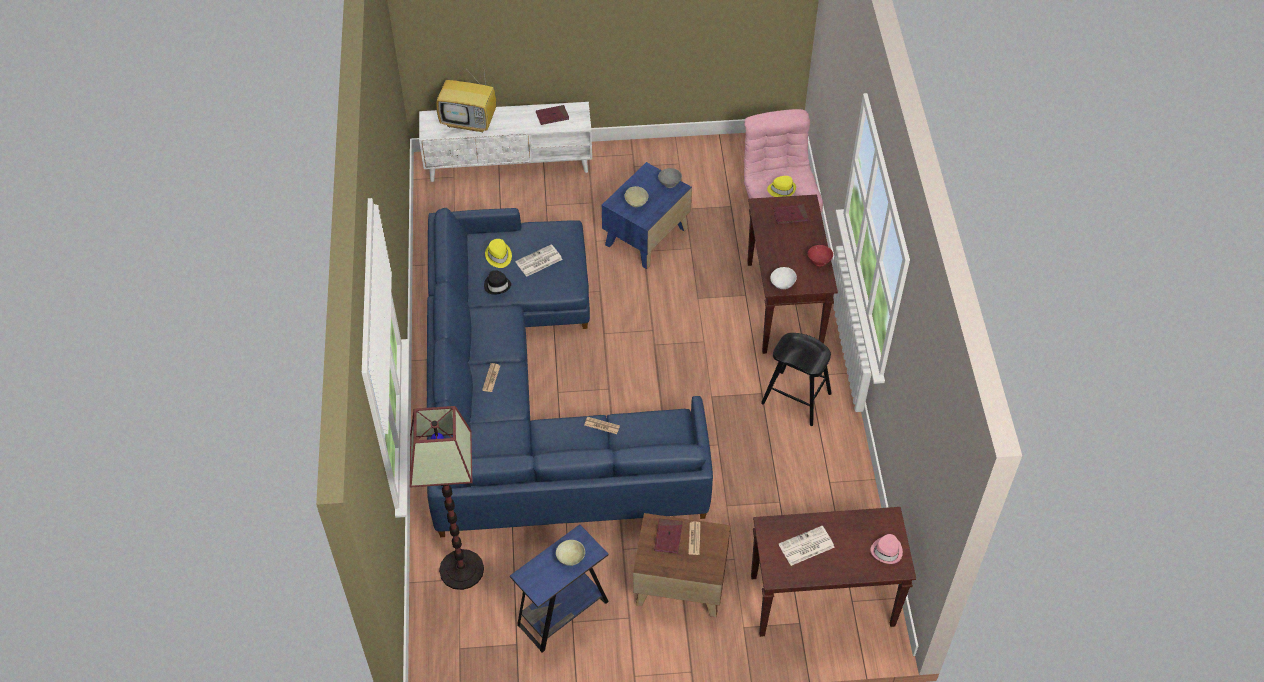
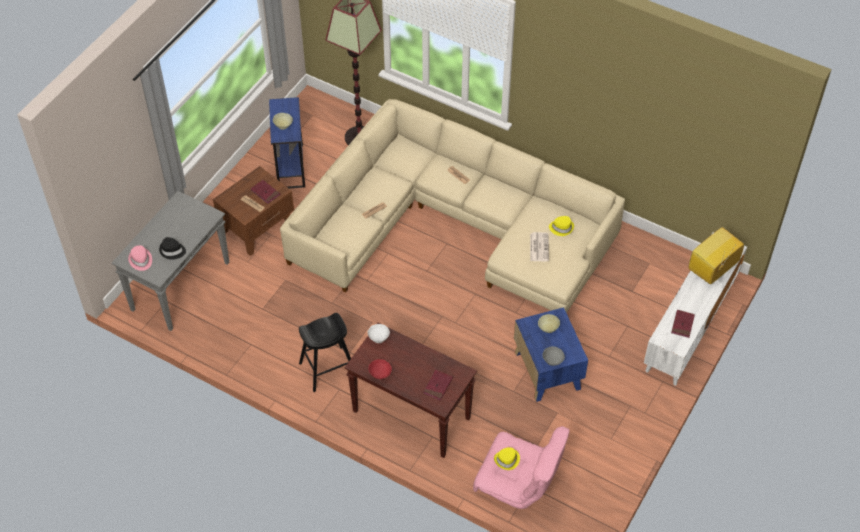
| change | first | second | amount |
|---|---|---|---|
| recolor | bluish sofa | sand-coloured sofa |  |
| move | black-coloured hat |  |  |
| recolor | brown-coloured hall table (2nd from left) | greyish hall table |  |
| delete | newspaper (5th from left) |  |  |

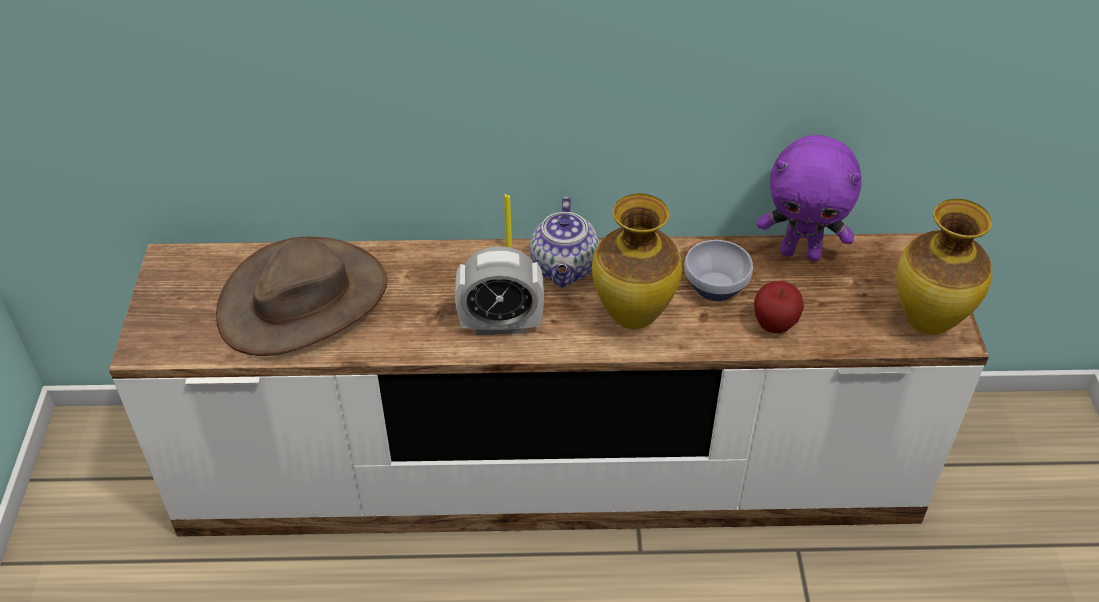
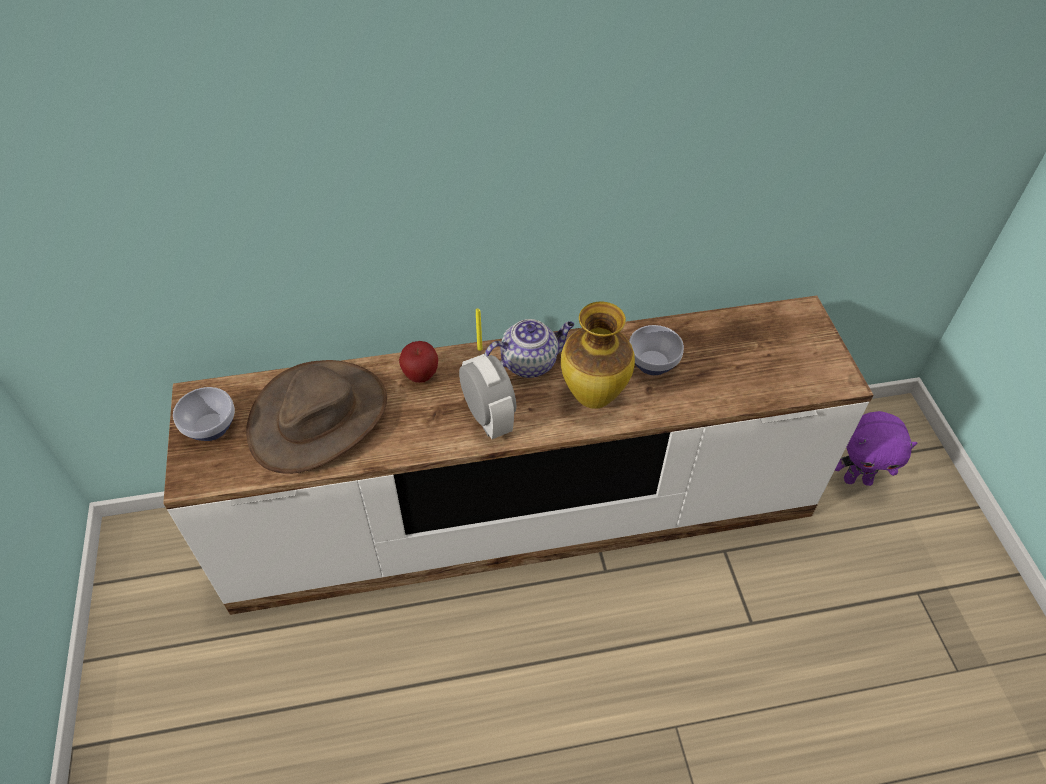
| change | first | second | amount |
|---|---|---|---|
| rotate | table clock |  | 105 degrees counterclockwise |
| rotate | teapot |  | 105 degrees counterclockwise |
| move | apple |  |  |
| move | purple-coloured plush toy |  |  |
| delete | decorative vase (2nd from left) |  |  |
| insert |  | bowl (1st from left) |  |

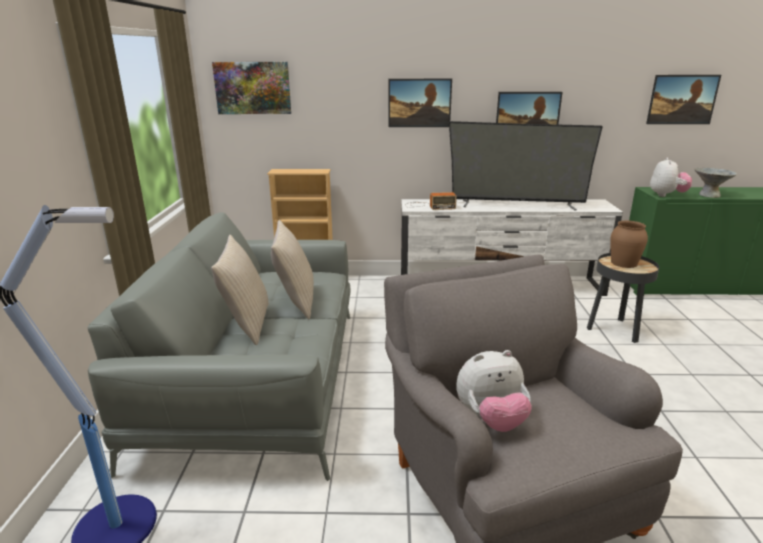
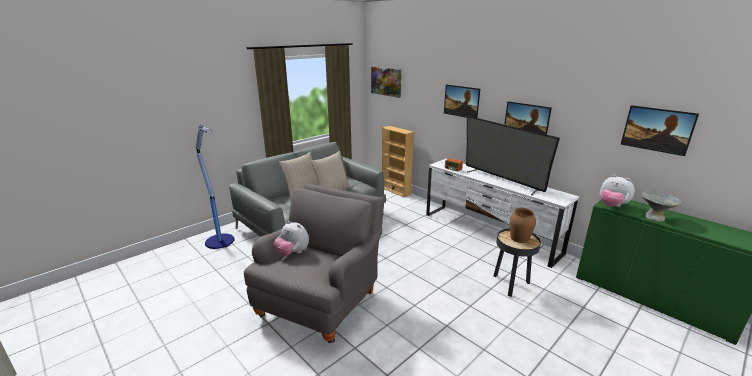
| change | first | second | amount |
|---|---|---|---|
| rotate | plush toy (2nd from left) |  | 75 degrees clockwise |

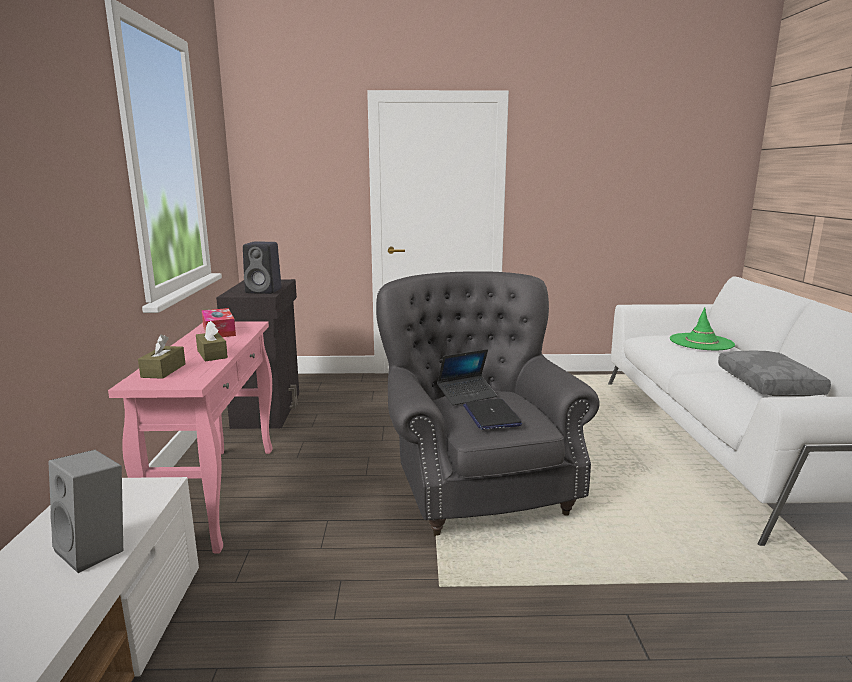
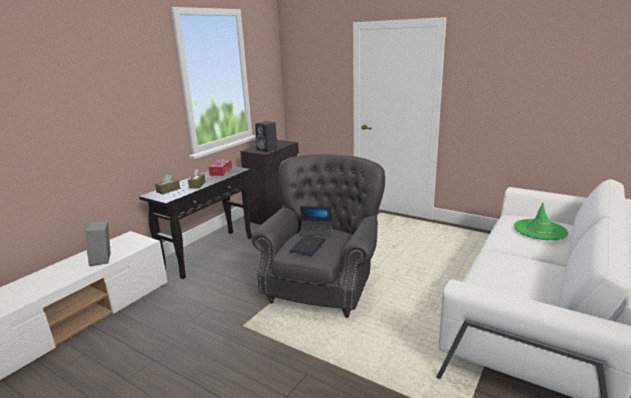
| change | first | second | amount |
|---|---|---|---|
| recolor | pink hall table | black-coloured hall table |  |
| delete | greyish cushion |  |  |

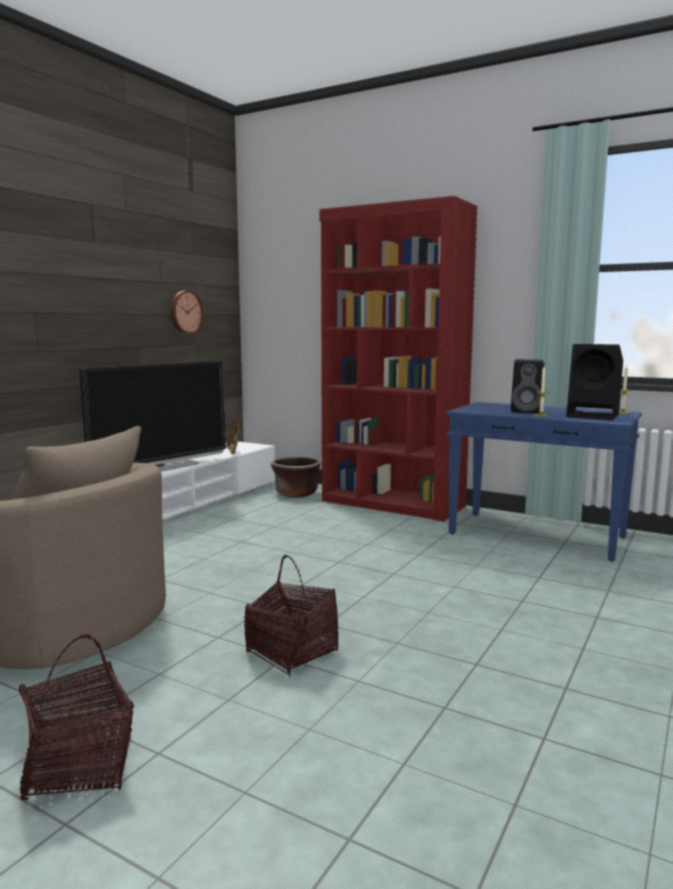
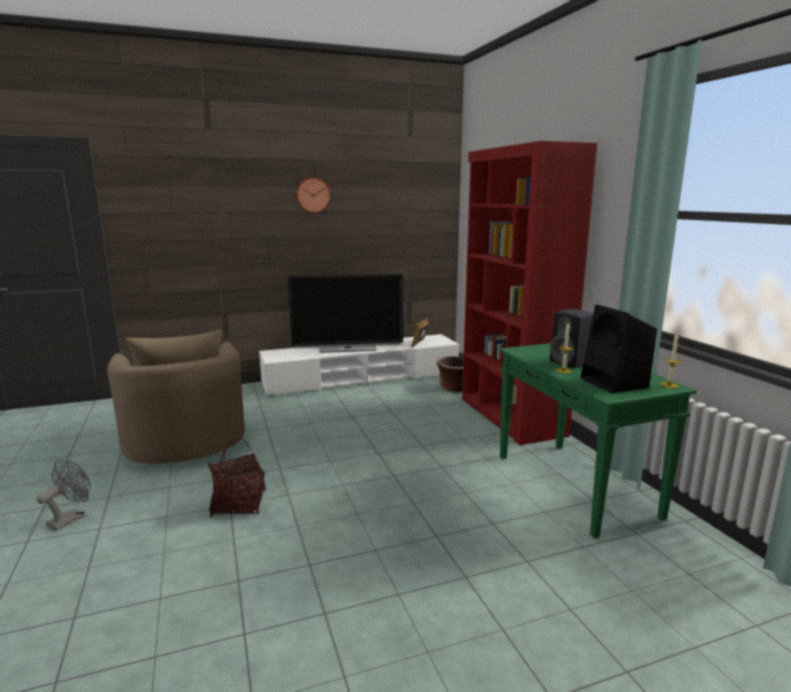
| change | first | second | amount |
|---|---|---|---|
| replace | storage basket (1st from left) | greyish fan |  |
| move | clock on the wall |  |  |
| recolor | bluish hall table | greenish hall table |  |

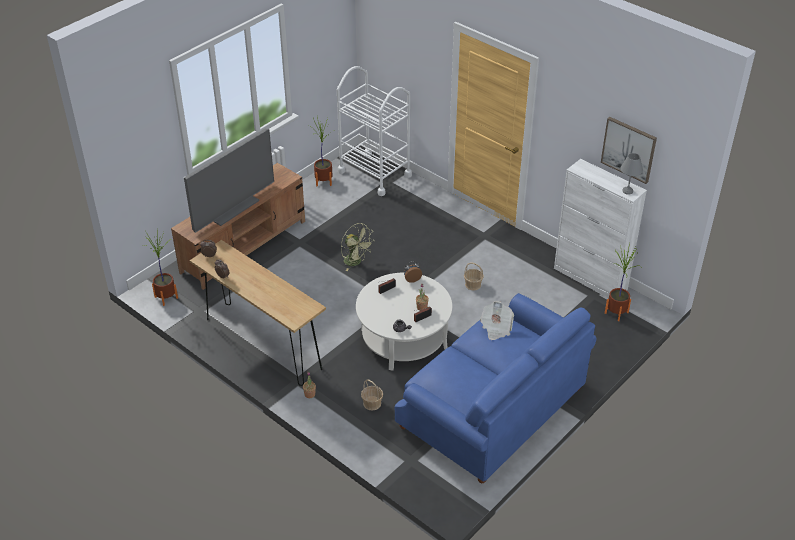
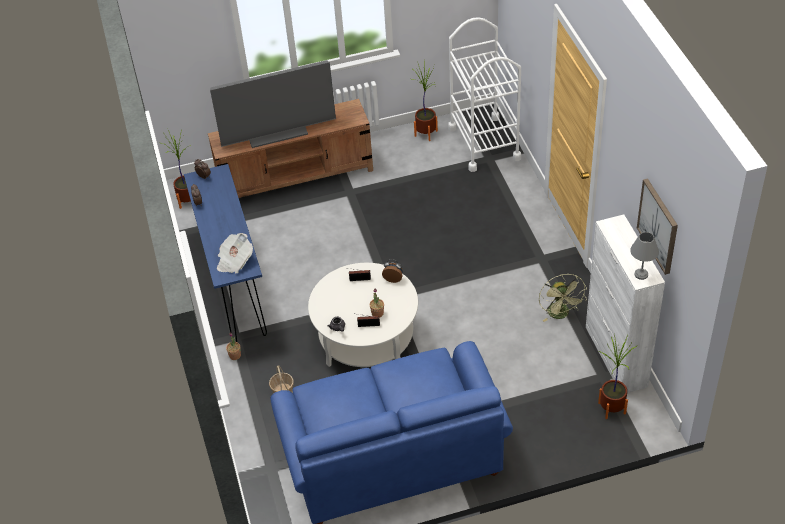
| change | first | second | amount |
|---|---|---|---|
| recolor | brown-coloured hall table | bluish hall table |  |
| move | greenish fan |  |  |
| delete | storage basket (2nd from left) |  |  |
| move | newspaper |  |  |

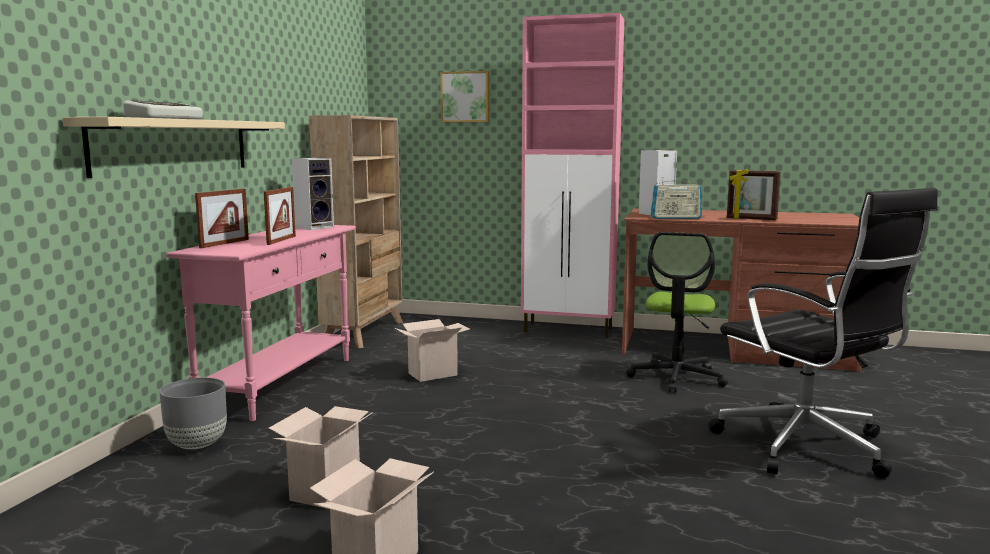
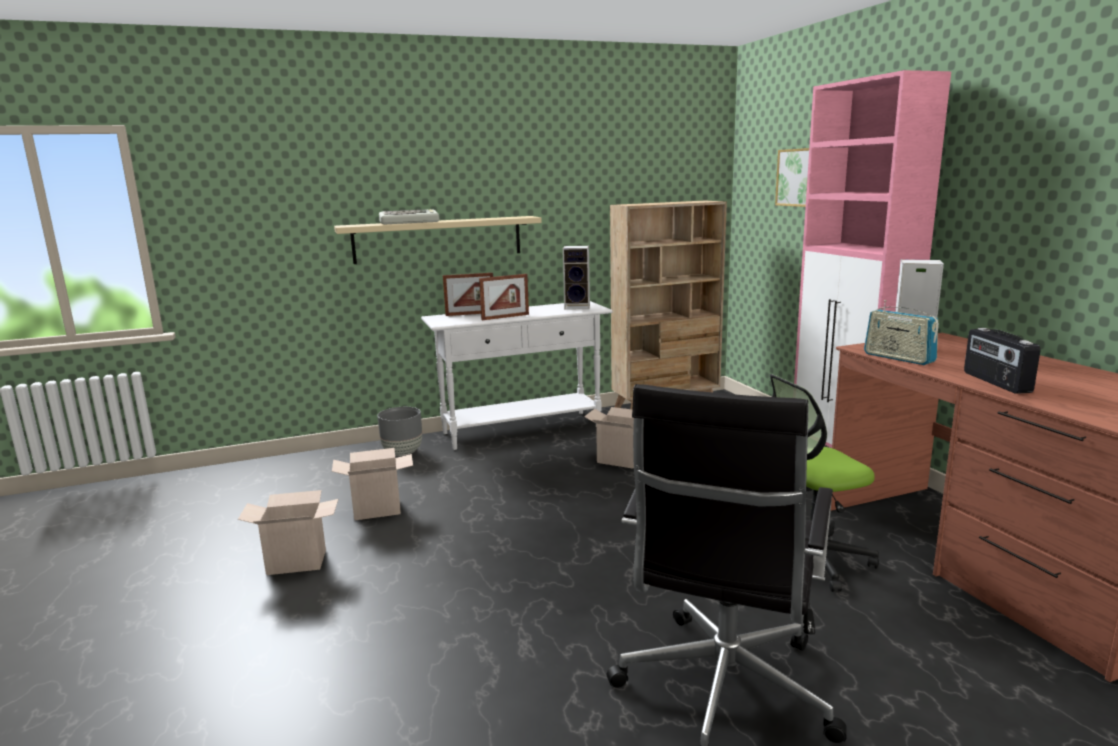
| change | first | second | amount |
|---|---|---|---|
| recolor | pink hall table | white hall table |  |
| replace | picture frame (3rd from left) | radio set (2nd from left) |  |

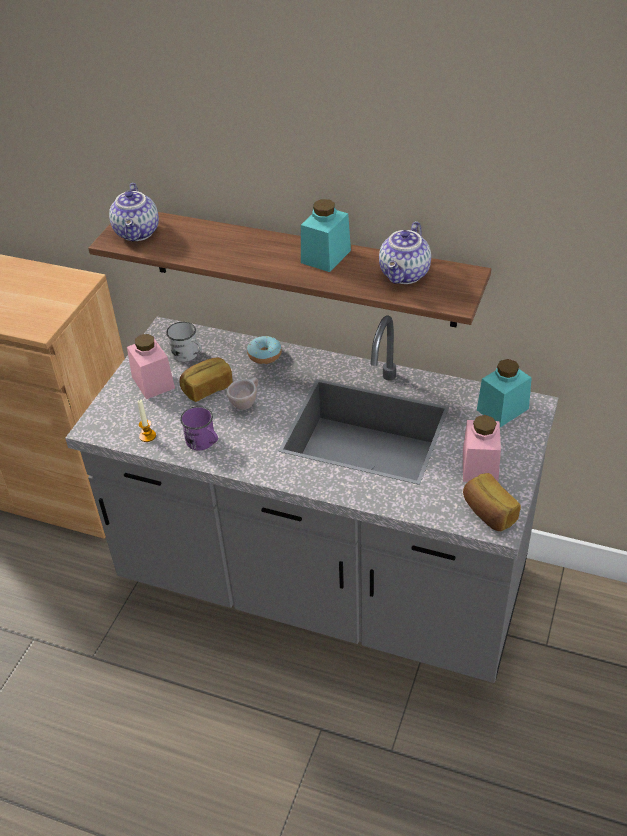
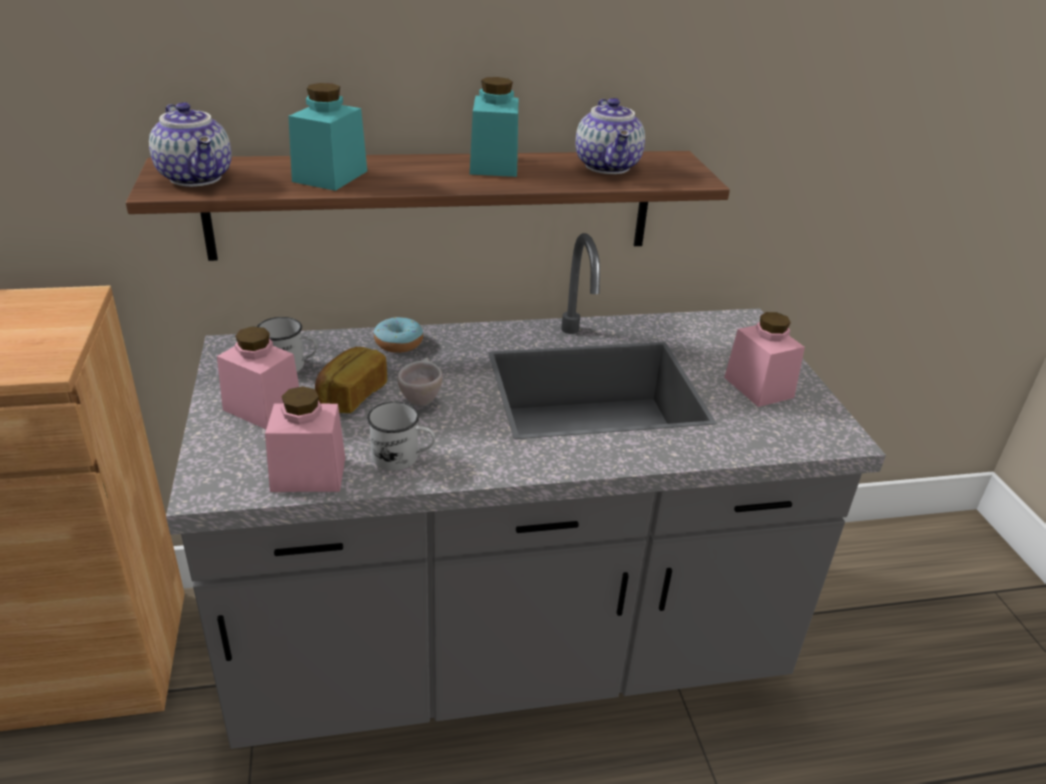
| change | first | second | amount |
|---|---|---|---|
| replace | candle | pink storage jar (2nd from left) |  |
| recolor | purple-coloured mug | white mug (2nd from left) |  |
| delete | bread (2nd from left) |  |  |
| move | turquoise-coloured storage jar (2nd from left in the first image) | turquoise-coloured storage jar (1st from left) |  |

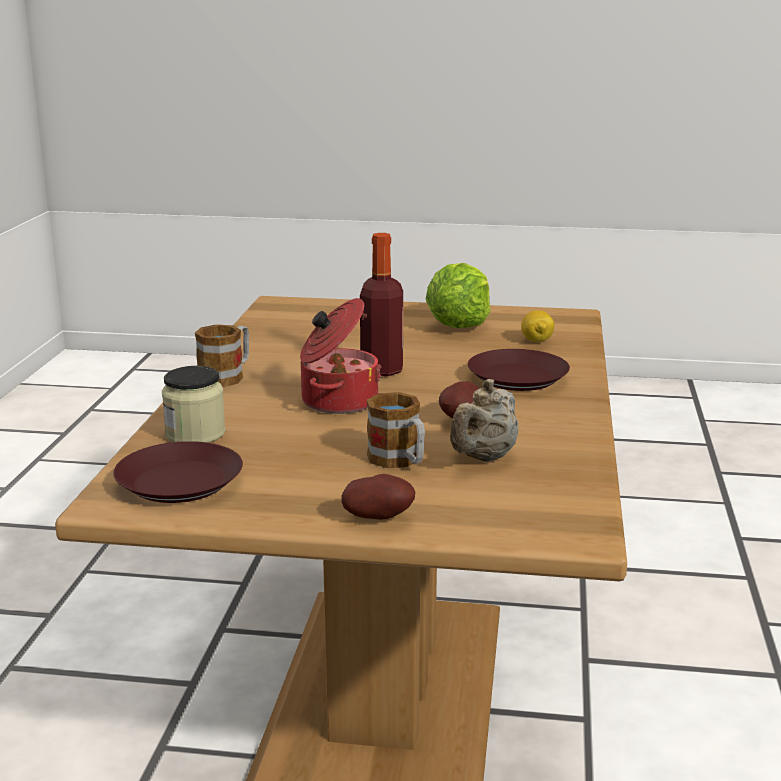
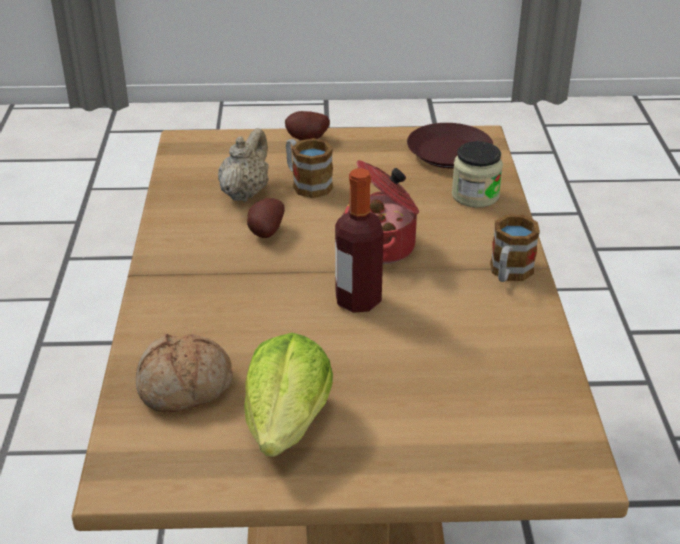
| change | first | second | amount |
|---|---|---|---|
| delete | brown-coloured flat dish (2nd from left) |  |  |
| replace | citrus fruit | bread |  |

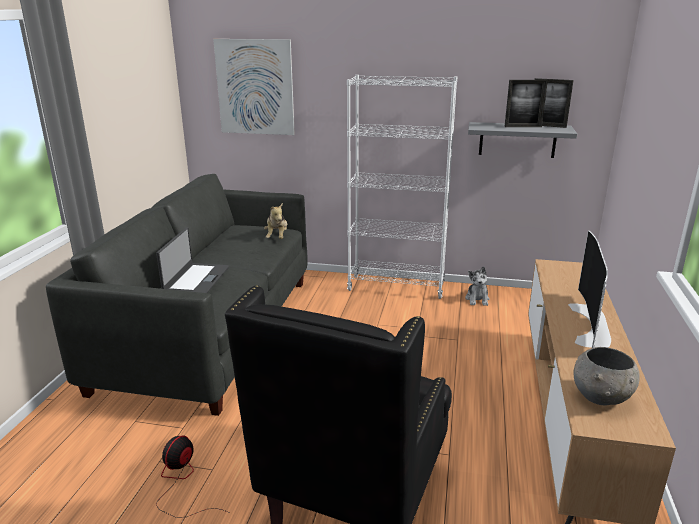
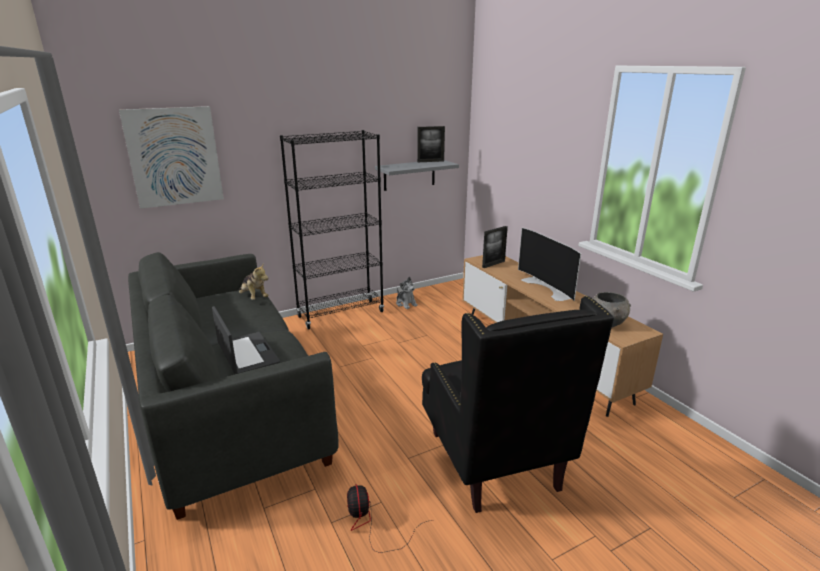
| change | first | second | amount |
|---|---|---|---|
| recolor | white shelving unit | black-coloured shelving unit |  |
| move | picture frame (1st from left in the first image) | picture frame (2nd from left) |  |

